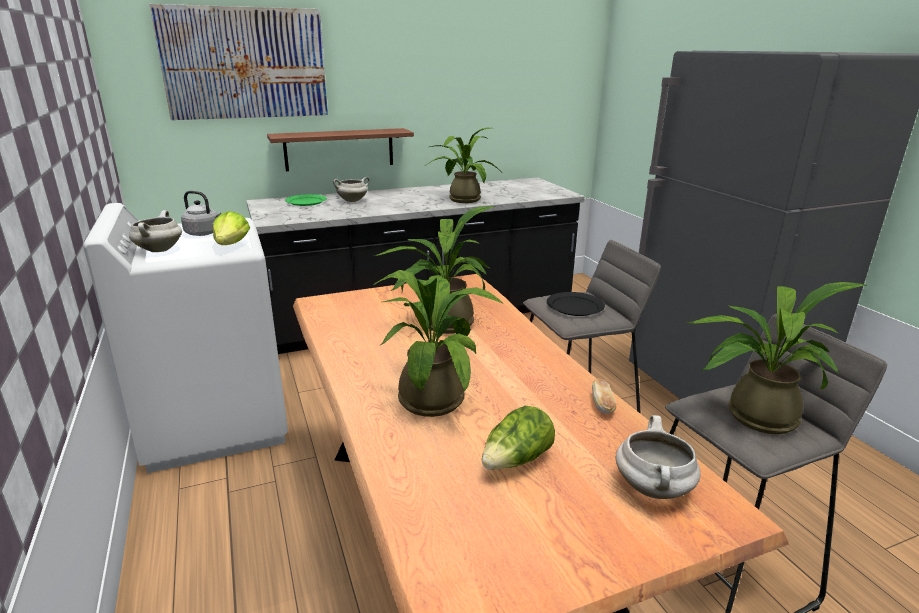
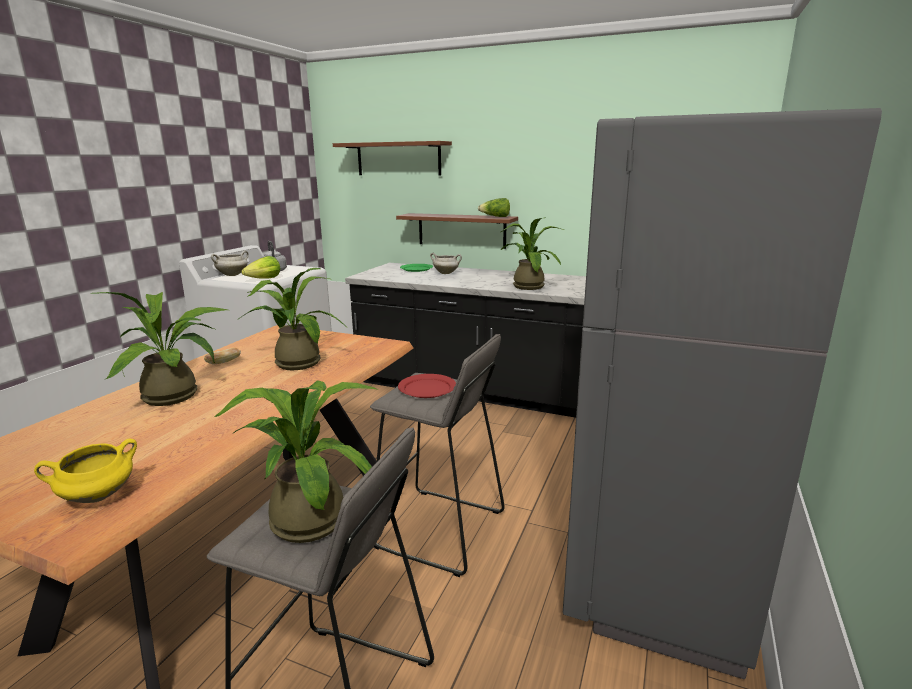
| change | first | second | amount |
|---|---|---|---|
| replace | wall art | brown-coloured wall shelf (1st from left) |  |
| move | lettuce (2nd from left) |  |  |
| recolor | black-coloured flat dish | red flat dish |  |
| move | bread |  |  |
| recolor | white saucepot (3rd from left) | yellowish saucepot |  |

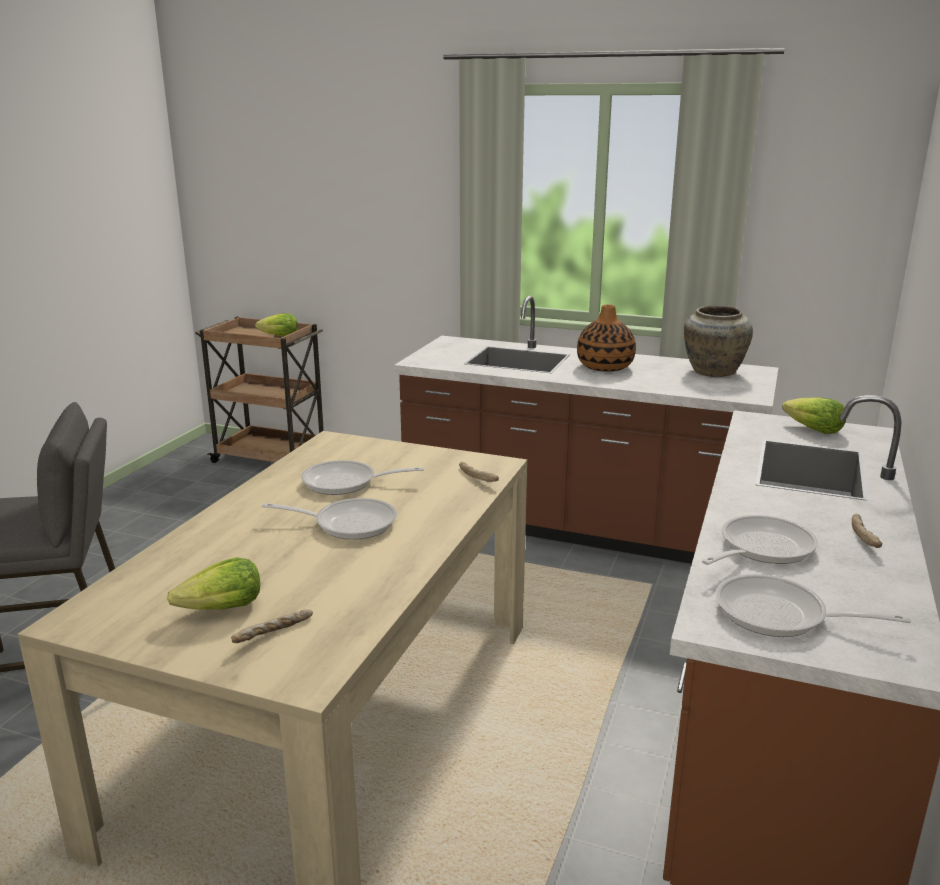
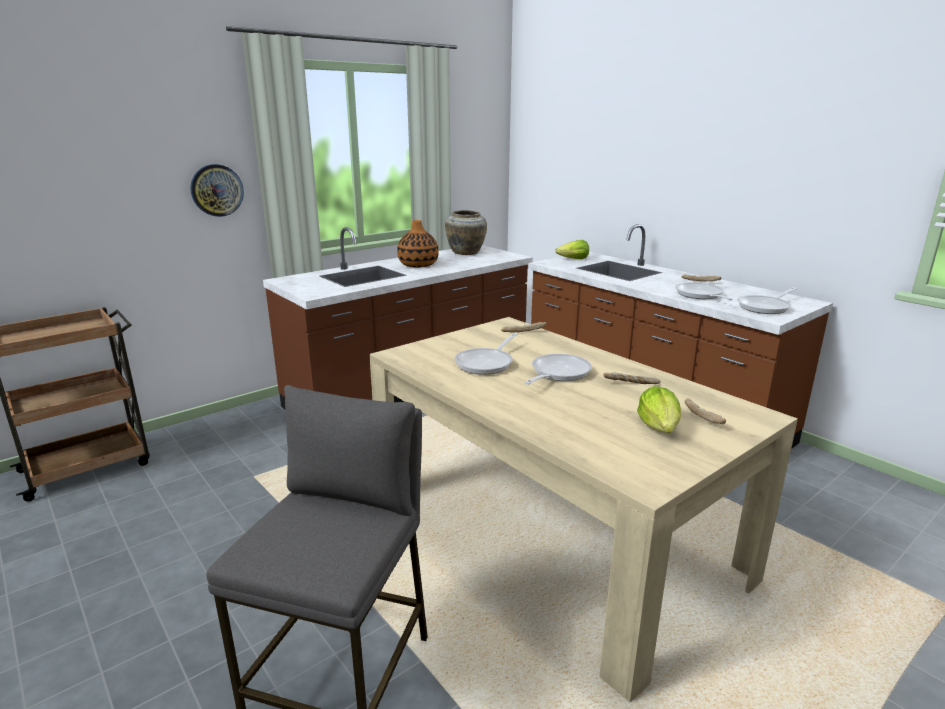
| change | first | second | amount |
|---|---|---|---|
| delete | lettuce (2nd from left) |  |  |
| insert |  | clock on the wall |  |
| insert |  | bread (2nd from left) |  |

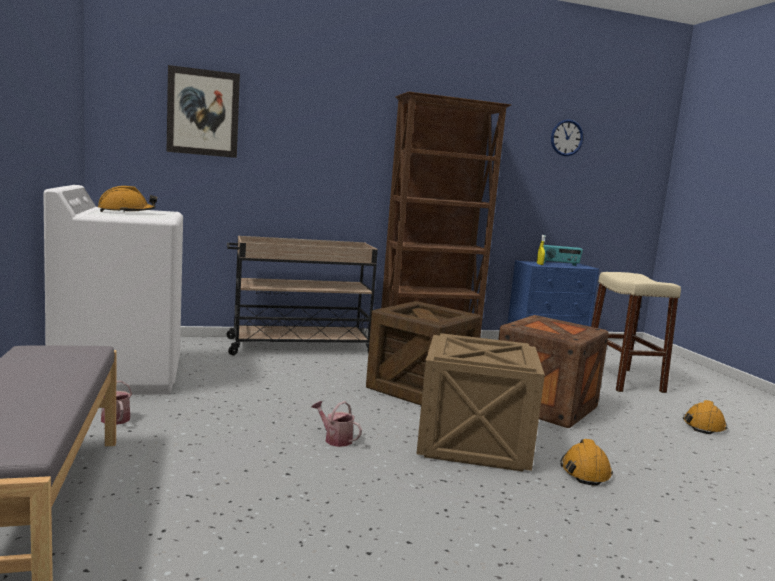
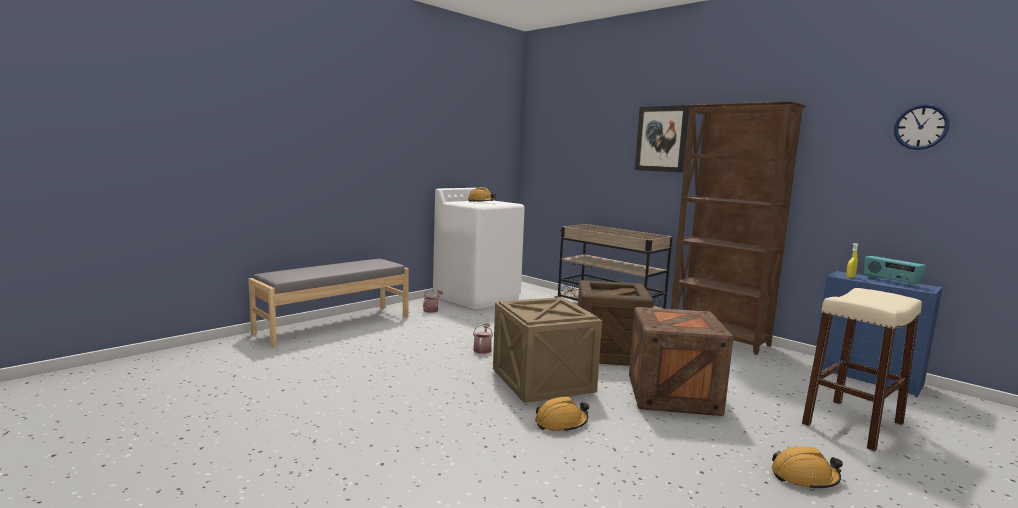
| change | first | second | amount |
|---|---|---|---|
| move | wall art |  |  |

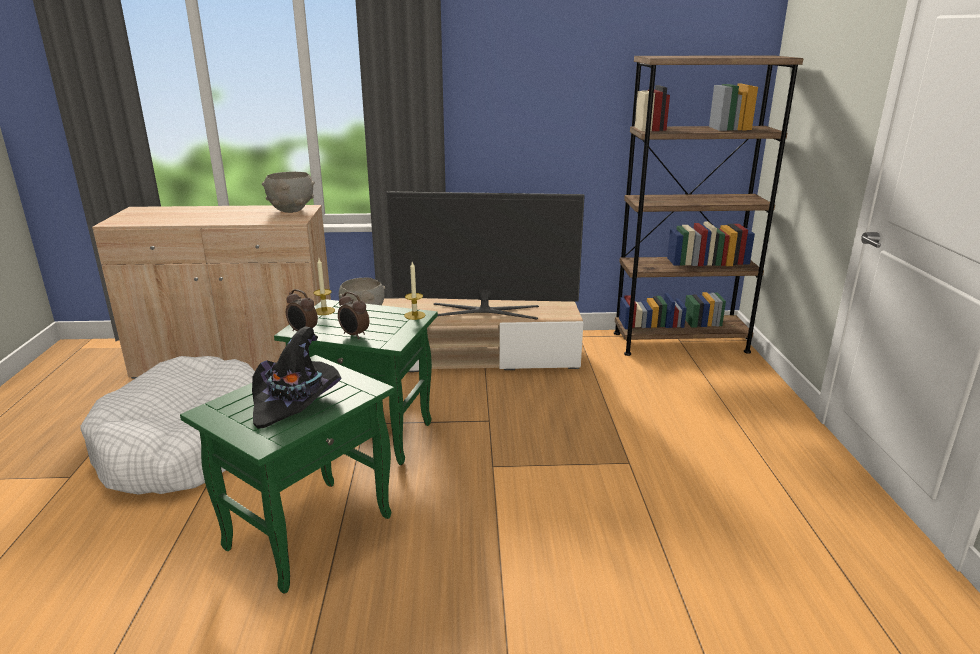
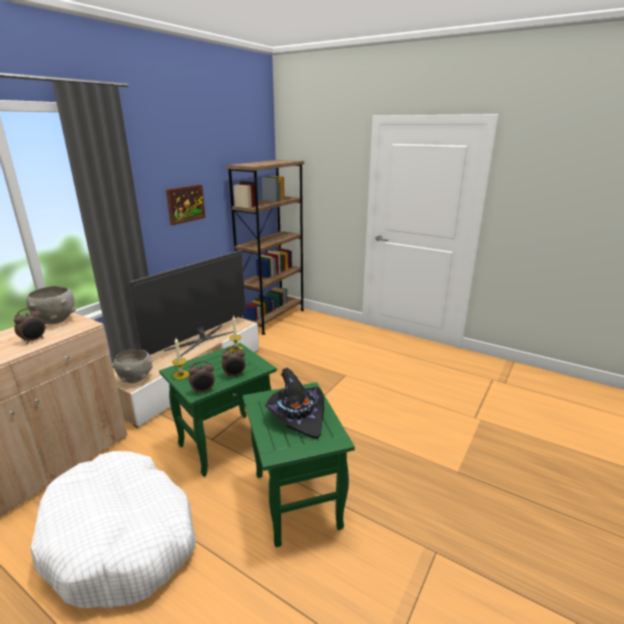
| change | first | second | amount |
|---|---|---|---|
| insert |  | table clock (1st from left) |  |
| insert |  | wall art |  |

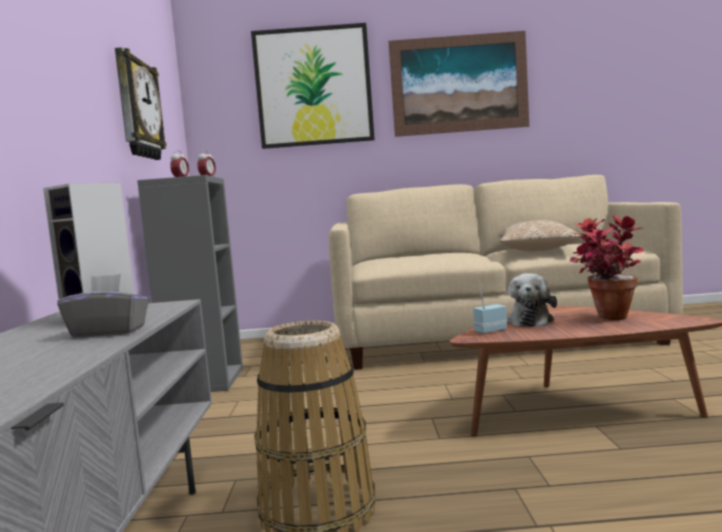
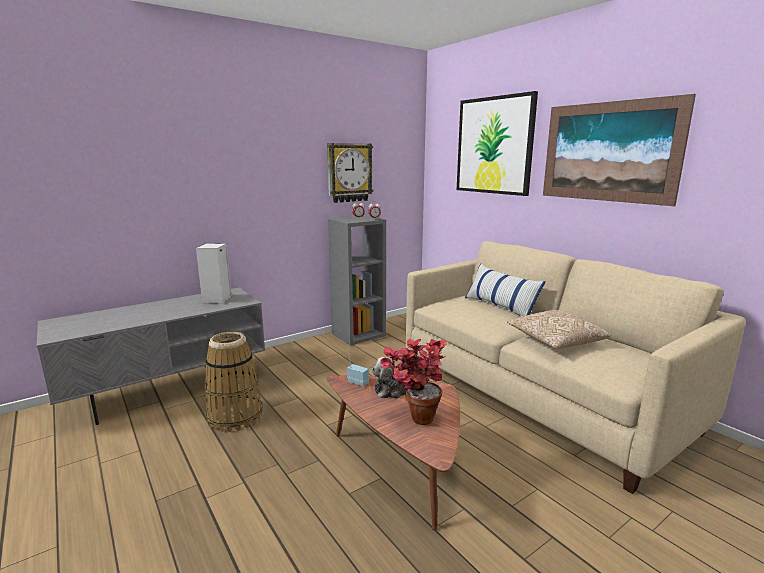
| change | first | second | amount |
|---|---|---|---|
| delete | greyish box of tissues |  |  |
| insert |  | cushion (1st from left) |  |

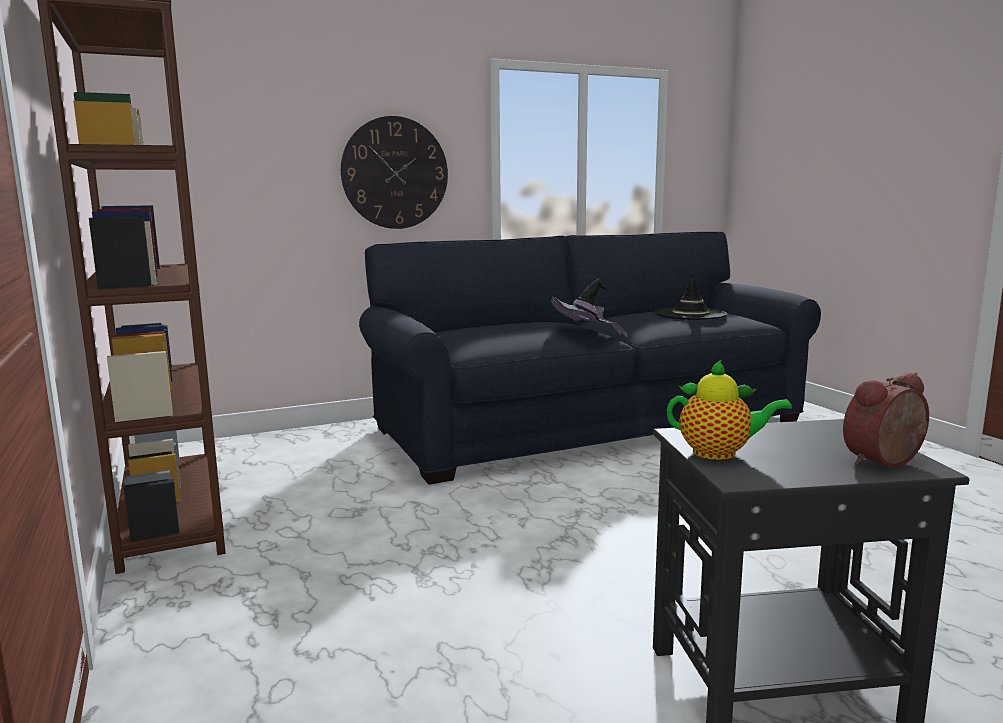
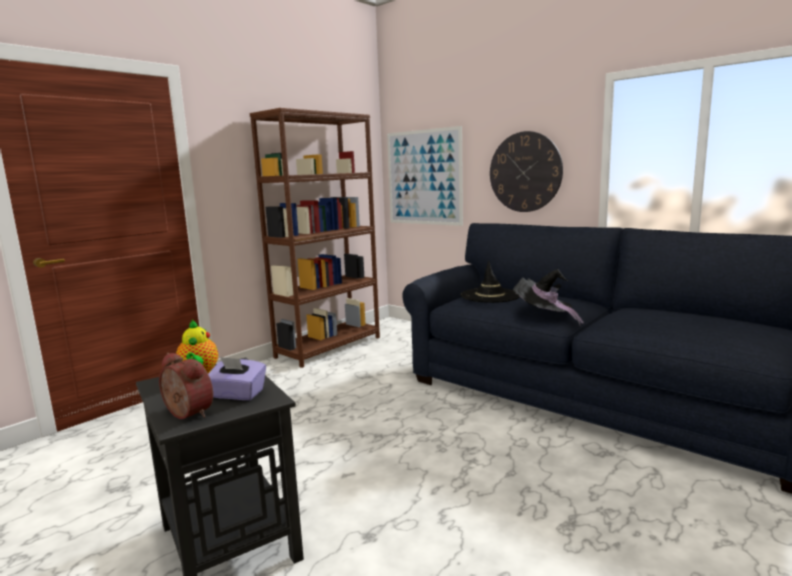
| change | first | second | amount |
|---|---|---|---|
| move | black-coloured hat (2nd from left in the first image) | black-coloured hat (1st from left) |  |
| insert |  | purple-coloured box of tissues |  |
| insert |  | wall art |  |

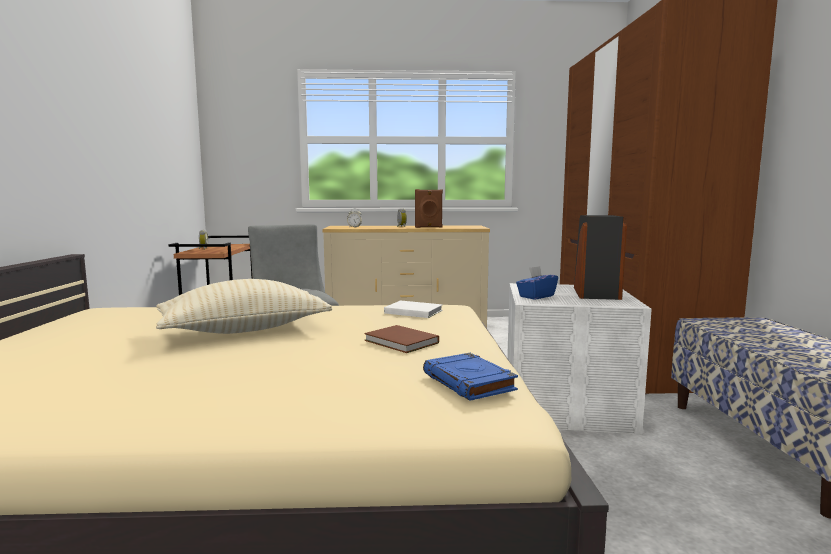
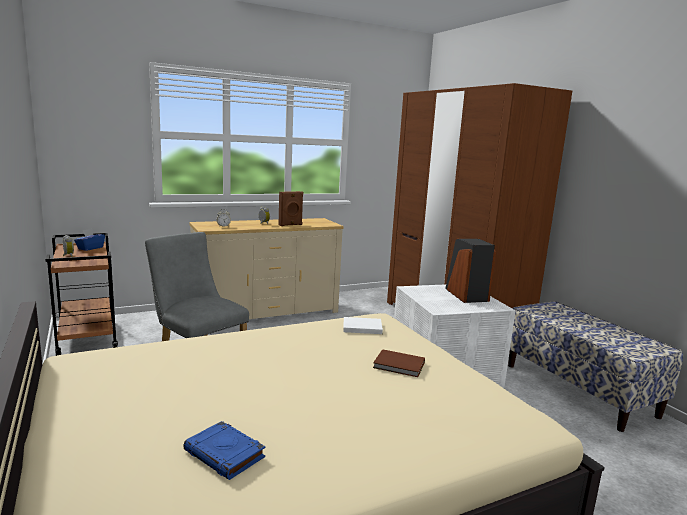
| change | first | second | amount |
|---|---|---|---|
| delete | sand-coloured cushion |  |  |
| move | bluish volume |  |  |
| move | bluish box of tissues |  |  |

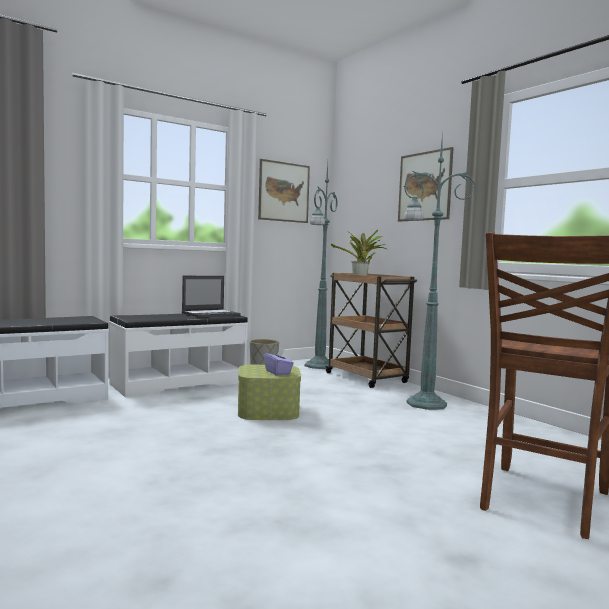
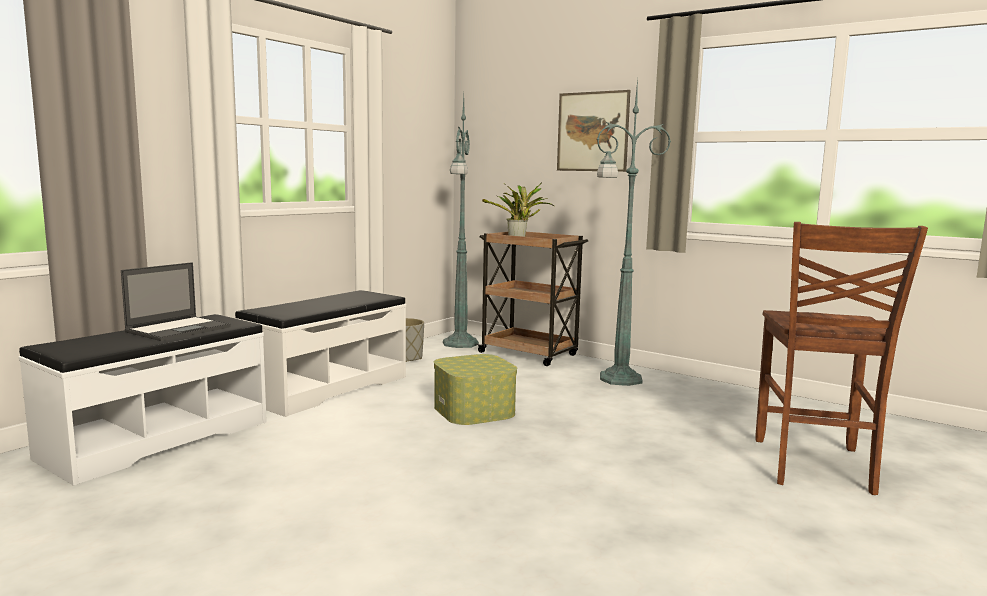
| change | first | second | amount |
|---|---|---|---|
| move | notebook computer |  |  |
| delete | wall art (1st from left) |  |  |
| delete | purple-coloured box of tissues |  |  |

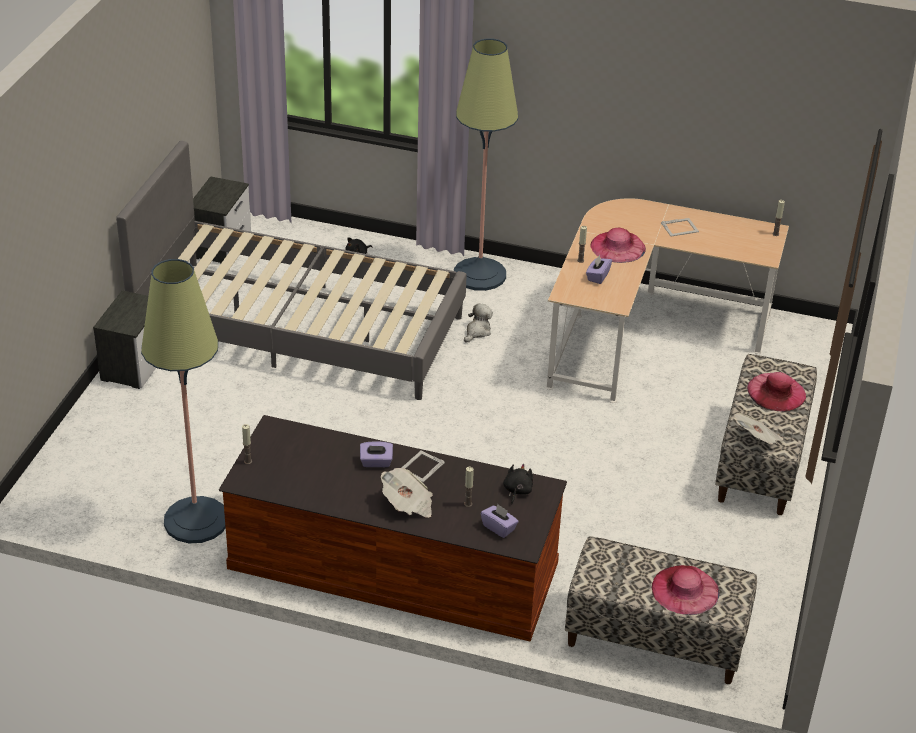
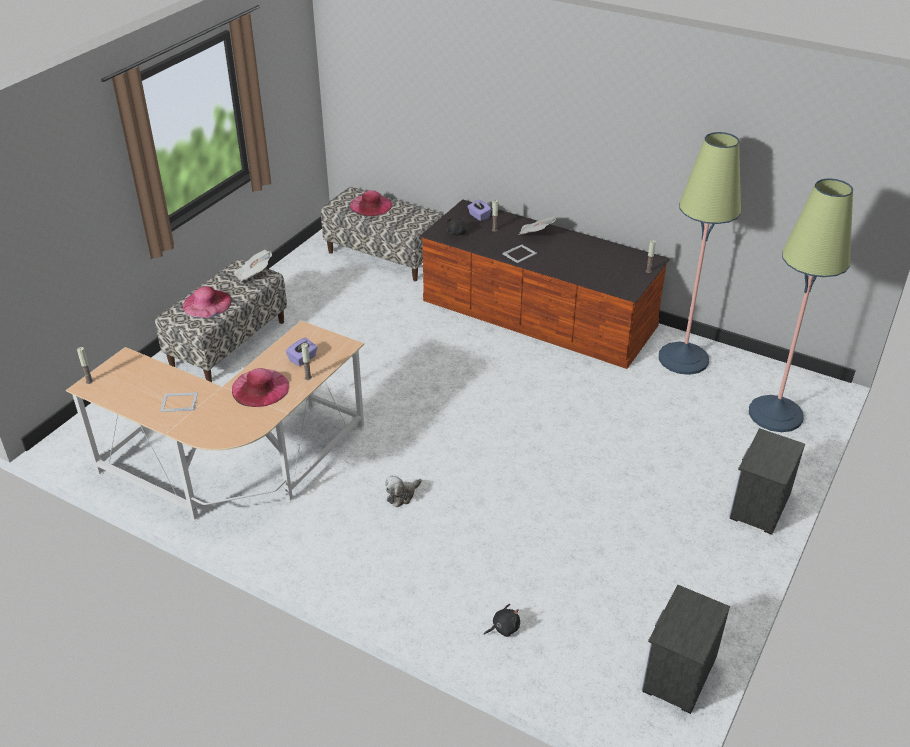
| change | first | second | amount |
|---|---|---|---|
| delete | greyish sleeping bed |  |  |
| delete | purple-coloured box of tissues (1st from left) |  |  |
| move | standing lamp (2nd from left) |  |  |

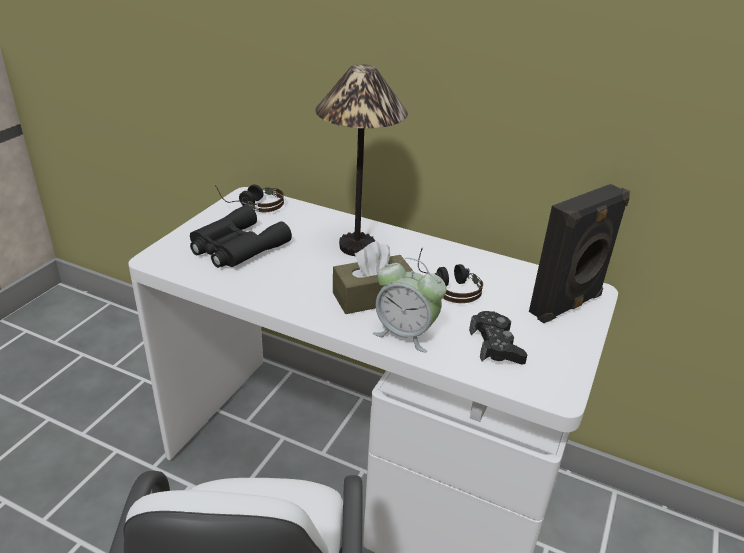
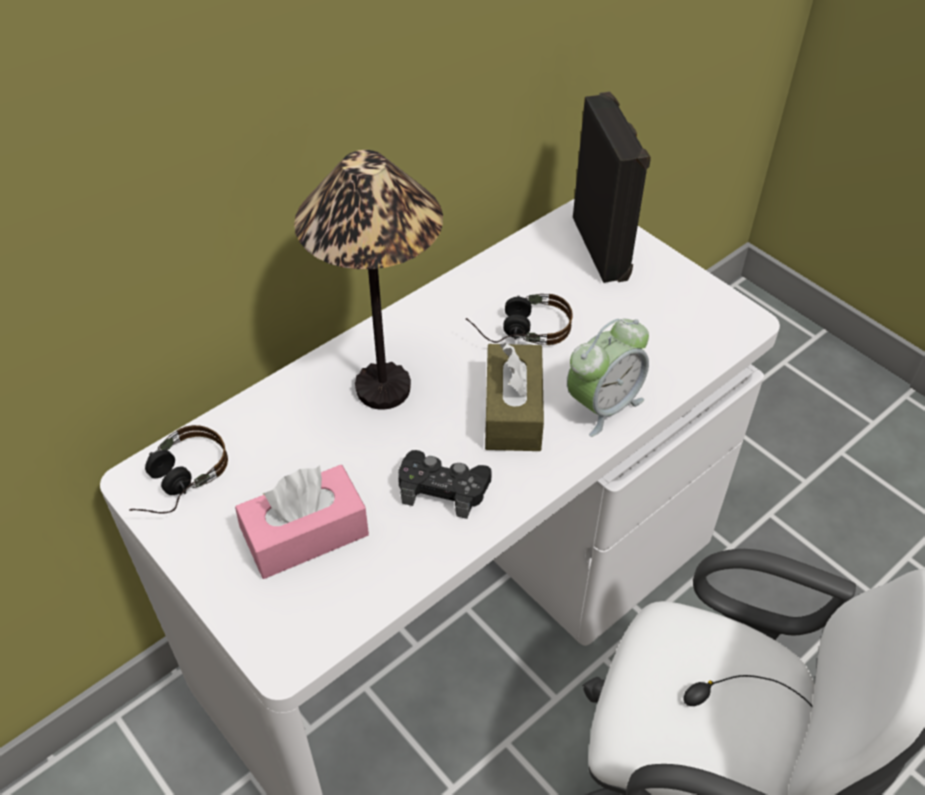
| change | first | second | amount |
|---|---|---|---|
| replace | black-coloured pair of binoculars | pink box of tissues |  |
| move | black-coloured gamepad |  |  |

